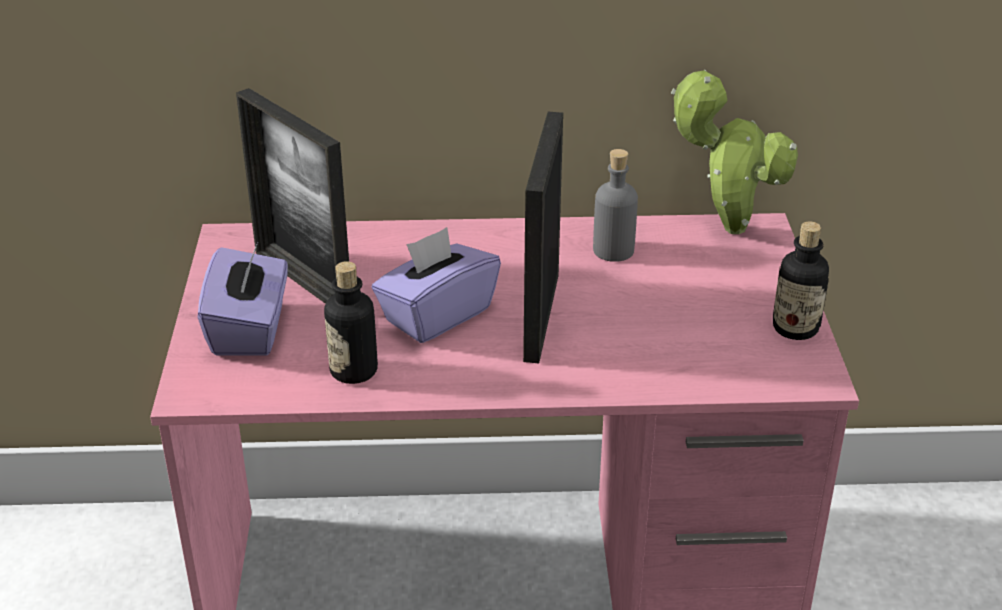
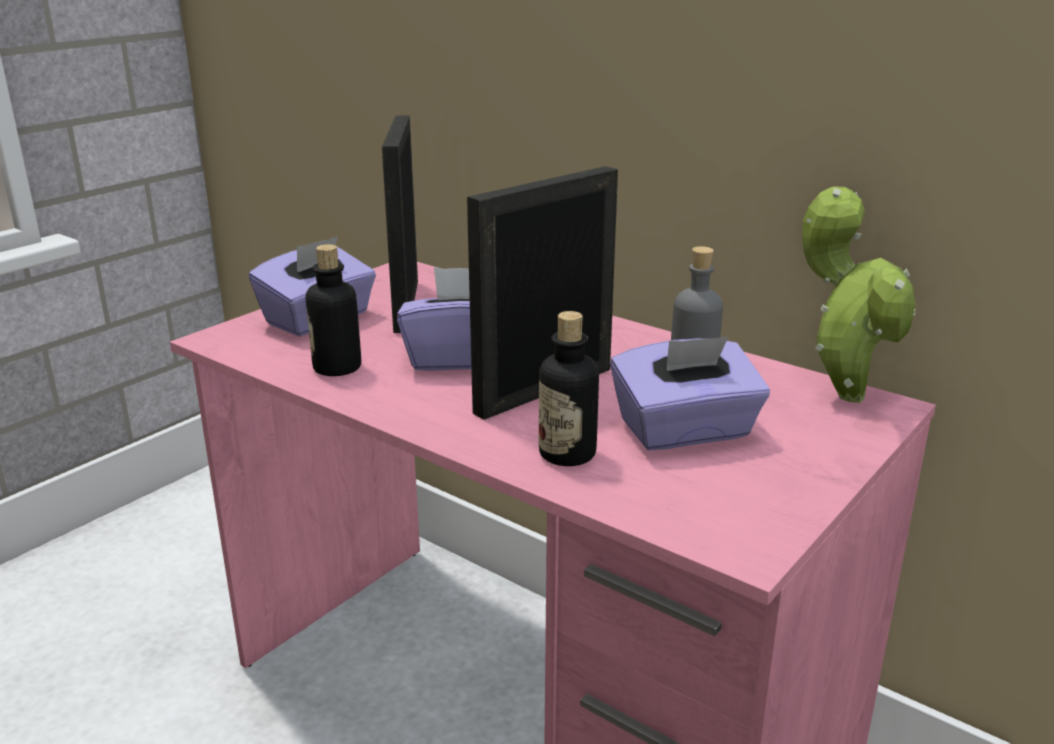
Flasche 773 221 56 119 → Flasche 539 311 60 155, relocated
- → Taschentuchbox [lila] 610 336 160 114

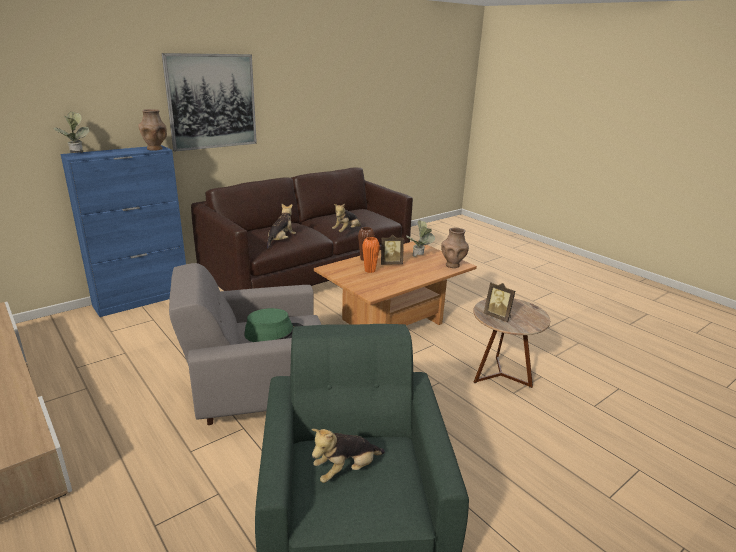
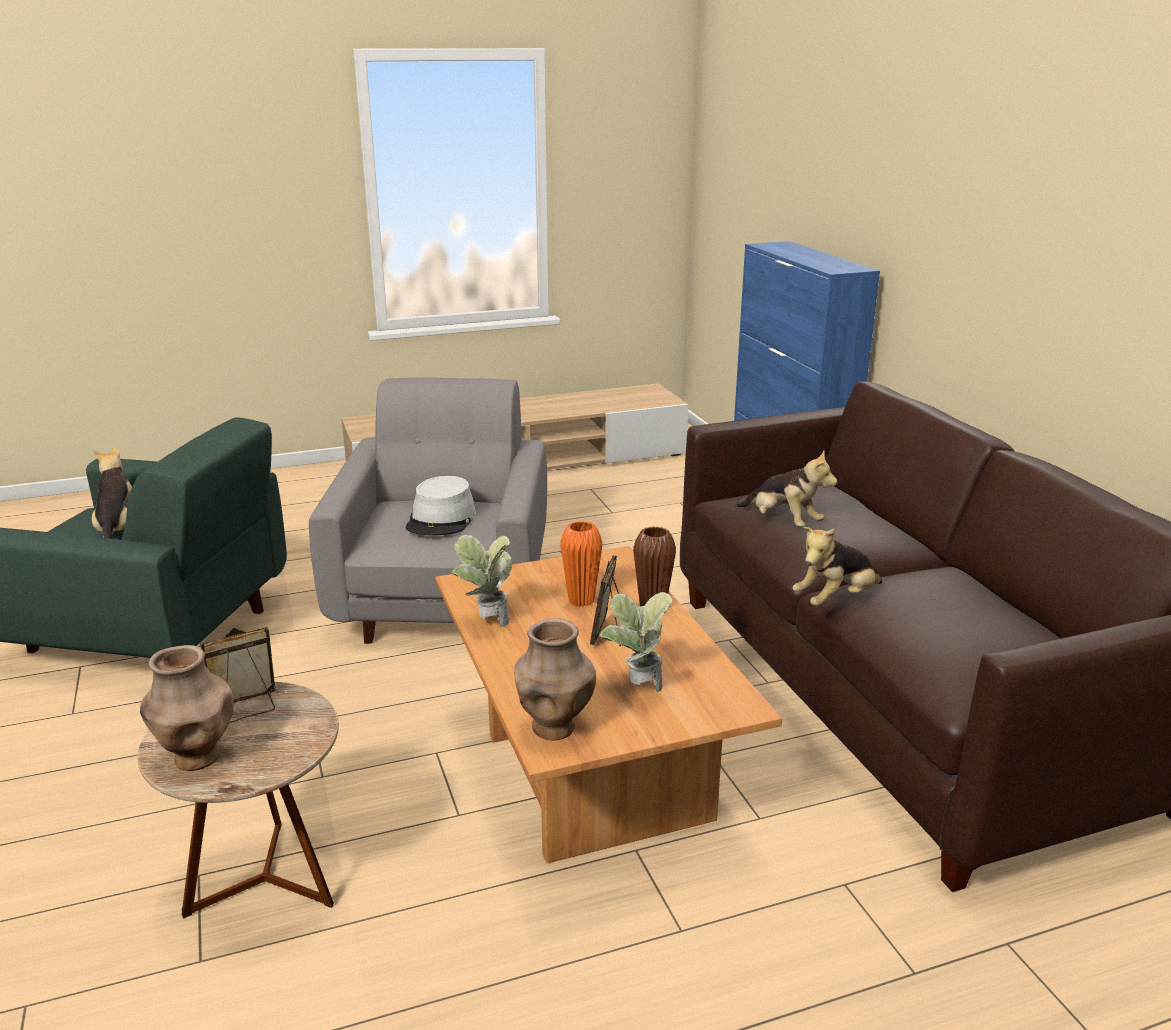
Bild 162 53 95 98 → -
Vase [braun] 138 109 29 42 → Vase [braun] 140 645 94 126, relocated
Topfpflanze 53 112 36 41 → Topfpflanze 451 535 61 92, relocated
Plüschtier 332 204 29 28 → Plüschtier 793 527 89 79, 90 degrees counterclockwise
Hut [grün] 244 308 59 34 → Hut [grau] 406 476 70 60

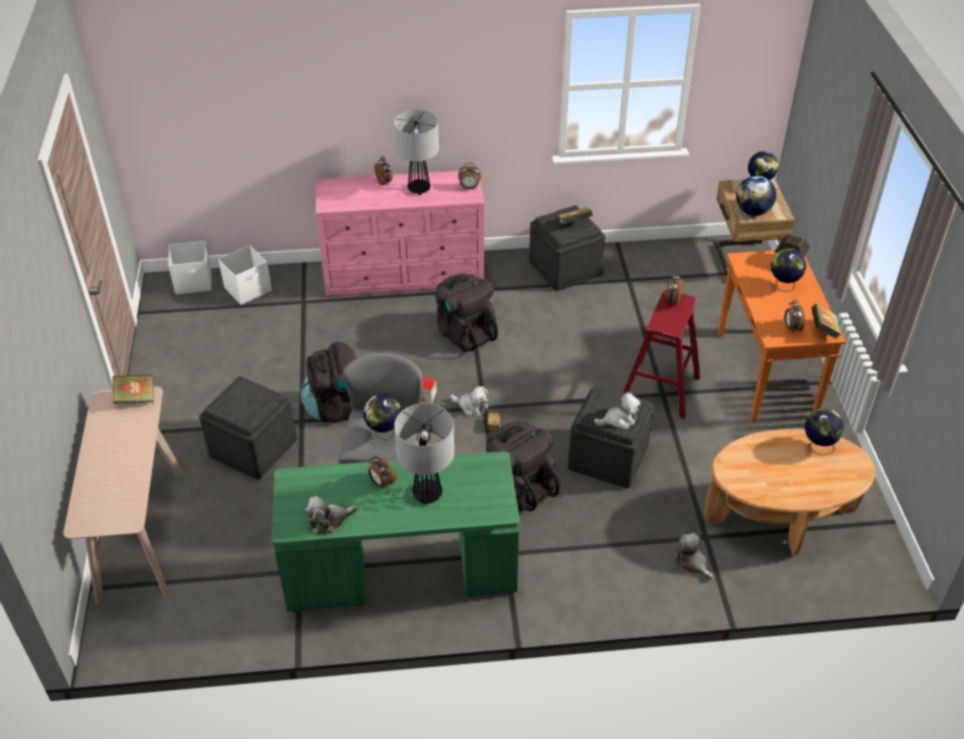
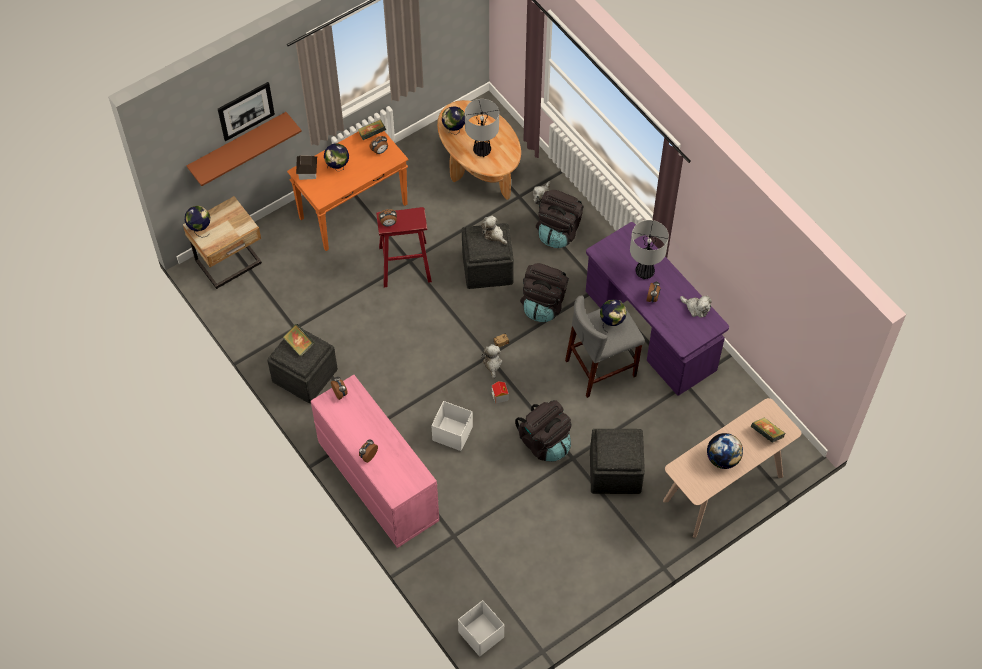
Tischlampe 394 110 45 85 → Tischlampe 465 99 34 58, relocated
Globus 736 176 40 40 → Globus 707 433 36 36, relocated
Aufbewahrungsbox [weiß] 218 245 54 60 → Aufbewahrungsbox [weiß] 431 401 42 50, relocated
Rucksack [schwarz] 435 273 63 79 → Rucksack [schwarz] 536 190 47 58, relocated
Buch 112 375 42 29 → Buch 751 417 35 26, relocated
Schreibtisch [grün] 272 451 248 161 → Schreibtisch [lila] 586 222 143 174
- → Bild 218 82 57 59
- → Wandregal [braun] 187 112 115 74

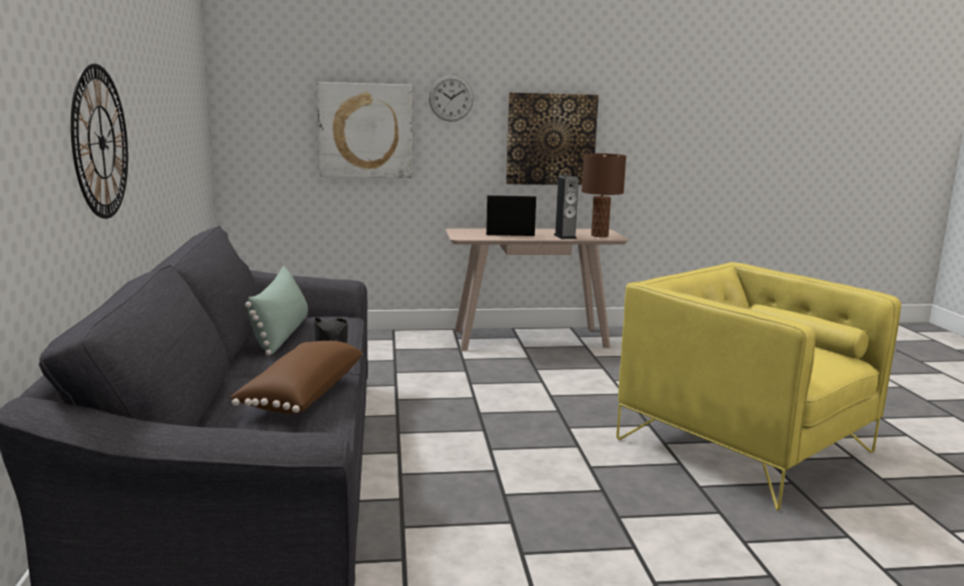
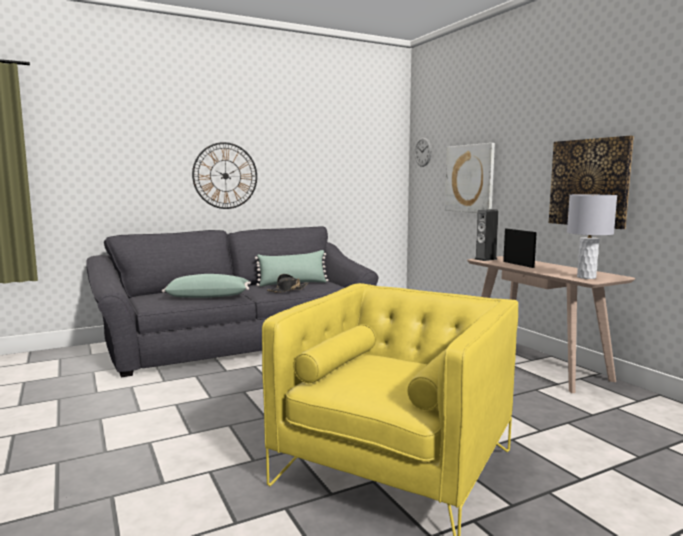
Wanduhr 429 75 45 47 → Wanduhr 414 137 18 30, relocated
Tischlampe [braun] 582 153 44 84 → Tischlampe [grau] 567 194 50 85
Lautsprecher 554 175 25 64 → Lautsprecher 475 209 23 52, relocated
Kissen [braun] 230 341 133 73 → Kissen [grün] 162 274 89 24

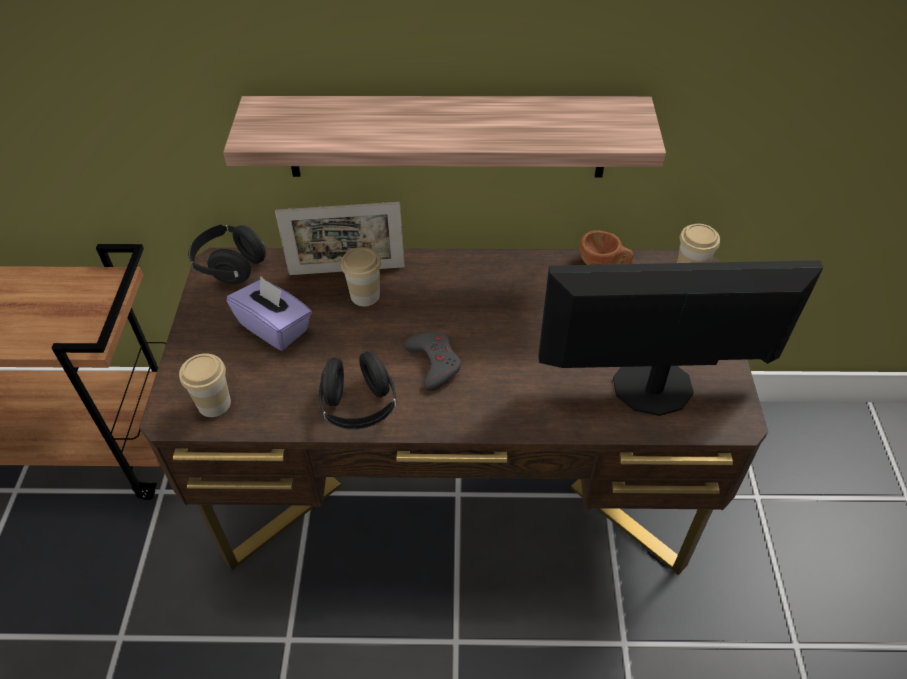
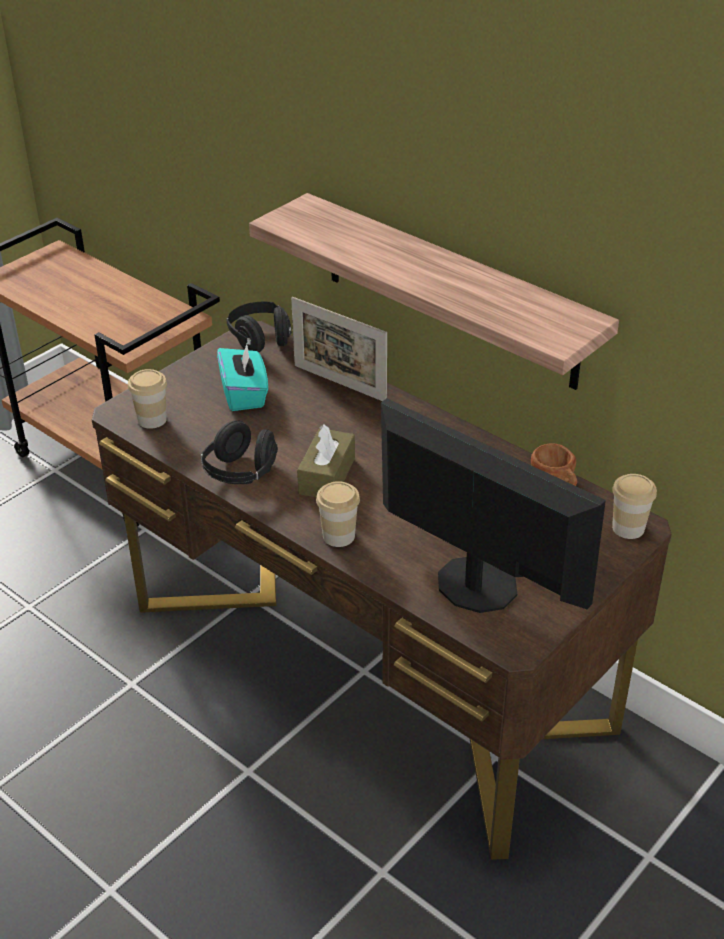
Tasse 341 247 40 59 → Tasse 316 481 44 66, relocated
Taschentuchbox [lila] 226 275 86 76 → Taschentuchbox [türkis] 217 341 51 70
Gamepad [grau] 404 331 57 60 → Taschentuchbox [braun] 297 424 58 73

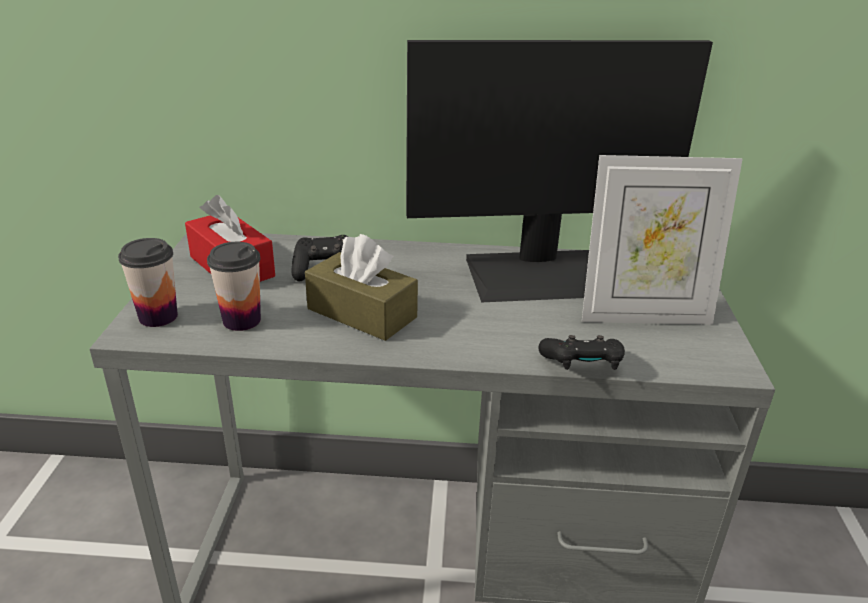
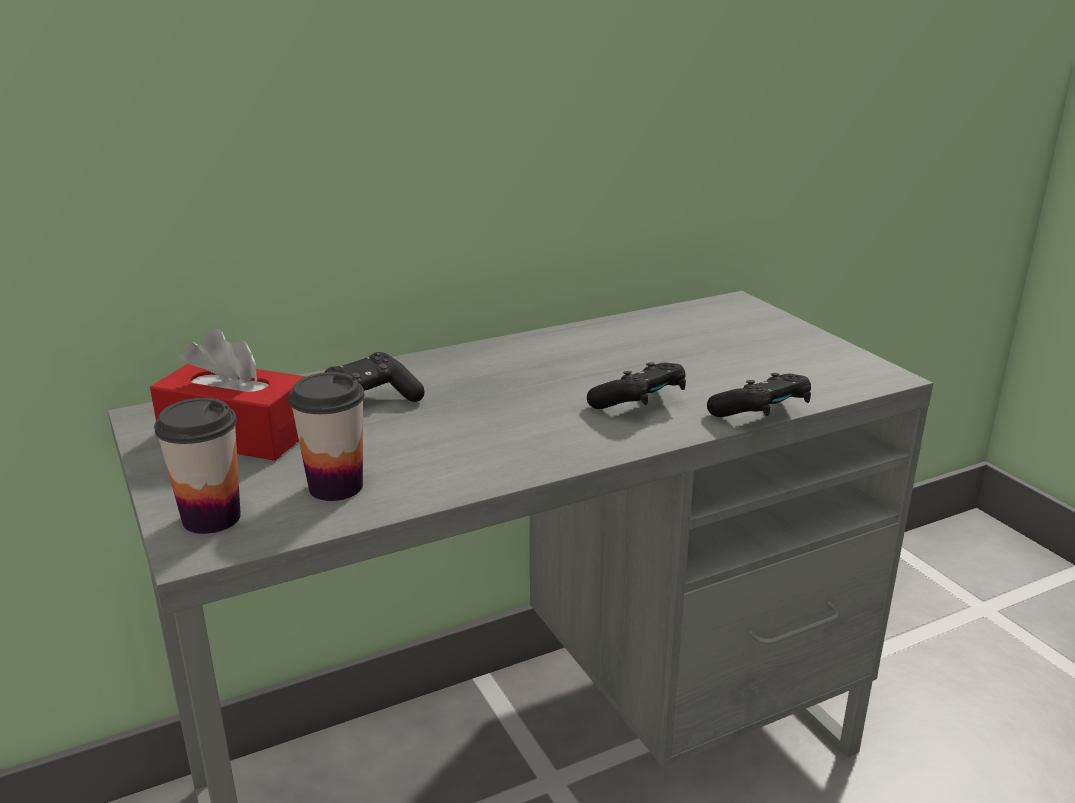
Monitor 406 40 307 262 → -
Bilderrahmen 582 155 160 170 → -
Taschentuchbox [braun] 305 234 113 107 → -
- → Gamepad [schwarz] 587 362 99 47

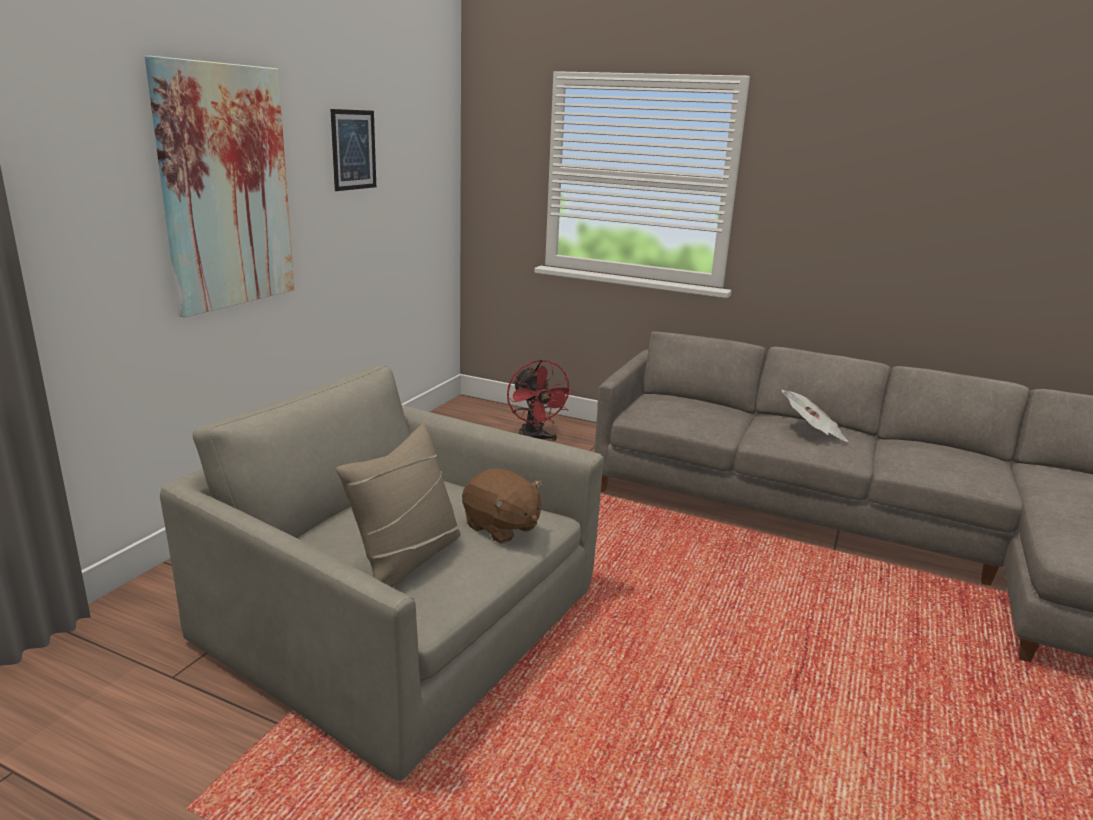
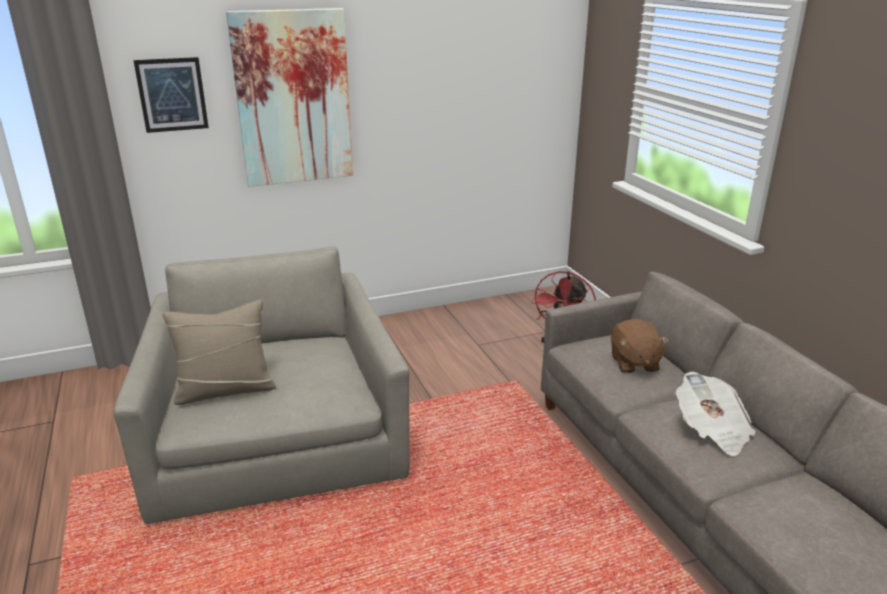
Bild 330 109 46 82 → Bild 133 57 76 76, relocated
Plüschtier [braun] 462 468 81 76 → Plüschtier [braun] 611 319 58 54, relocated

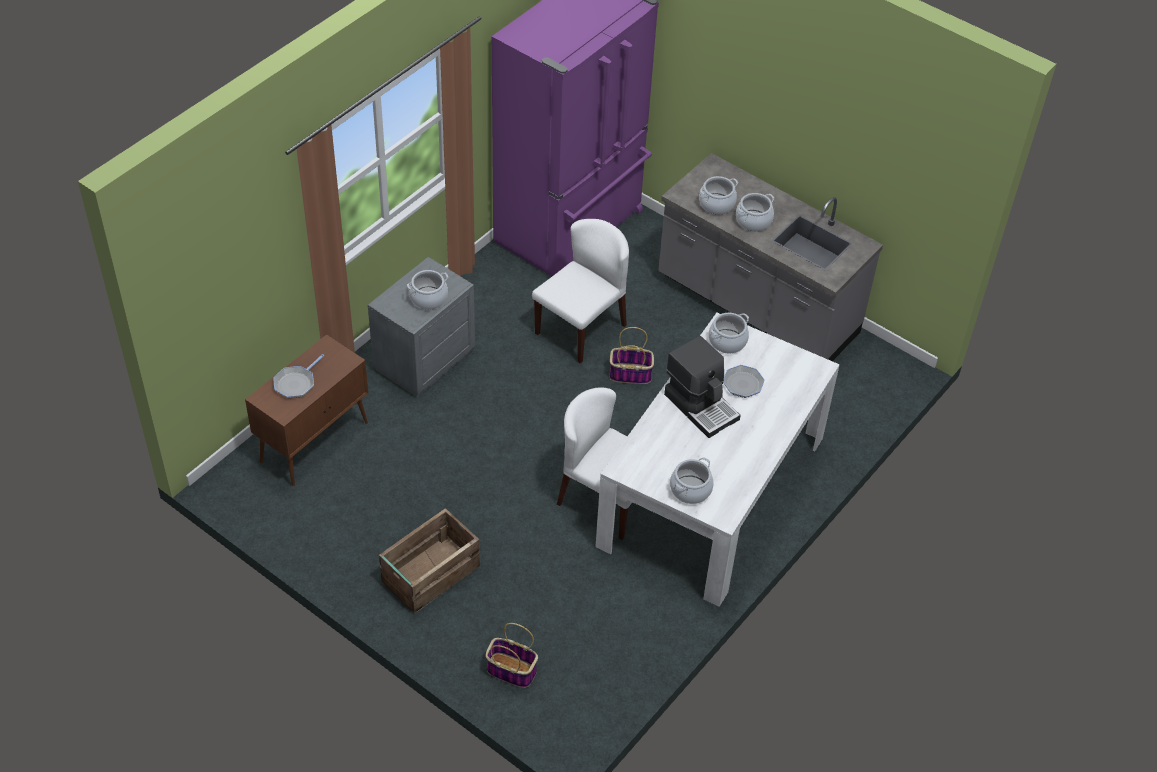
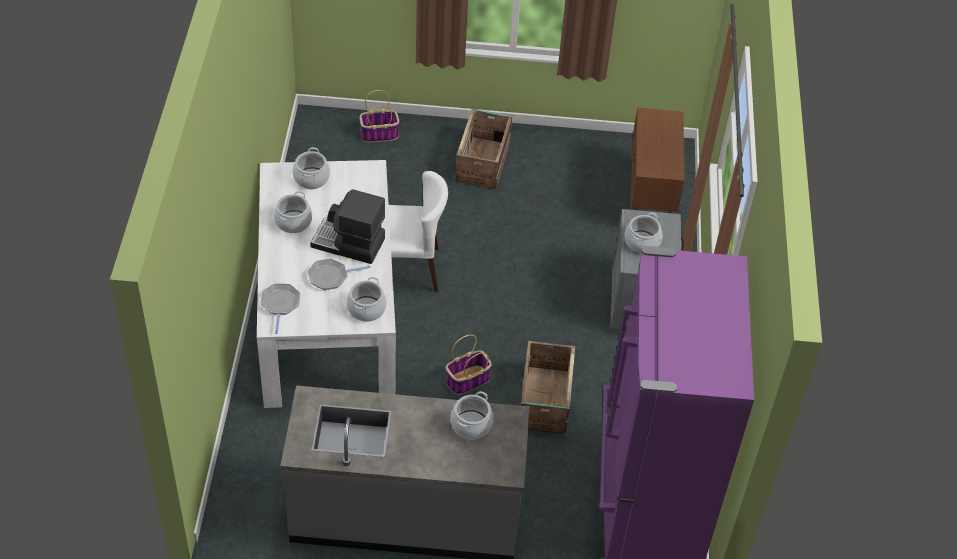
Kochtopf 736 193 38 38 → Kochtopf 274 191 38 42, relocated
Stuhl [weiß] 532 219 97 145 → Kiste 521 341 54 93
Pfanne 273 354 51 44 → Pfanne 261 283 39 51, relocated

